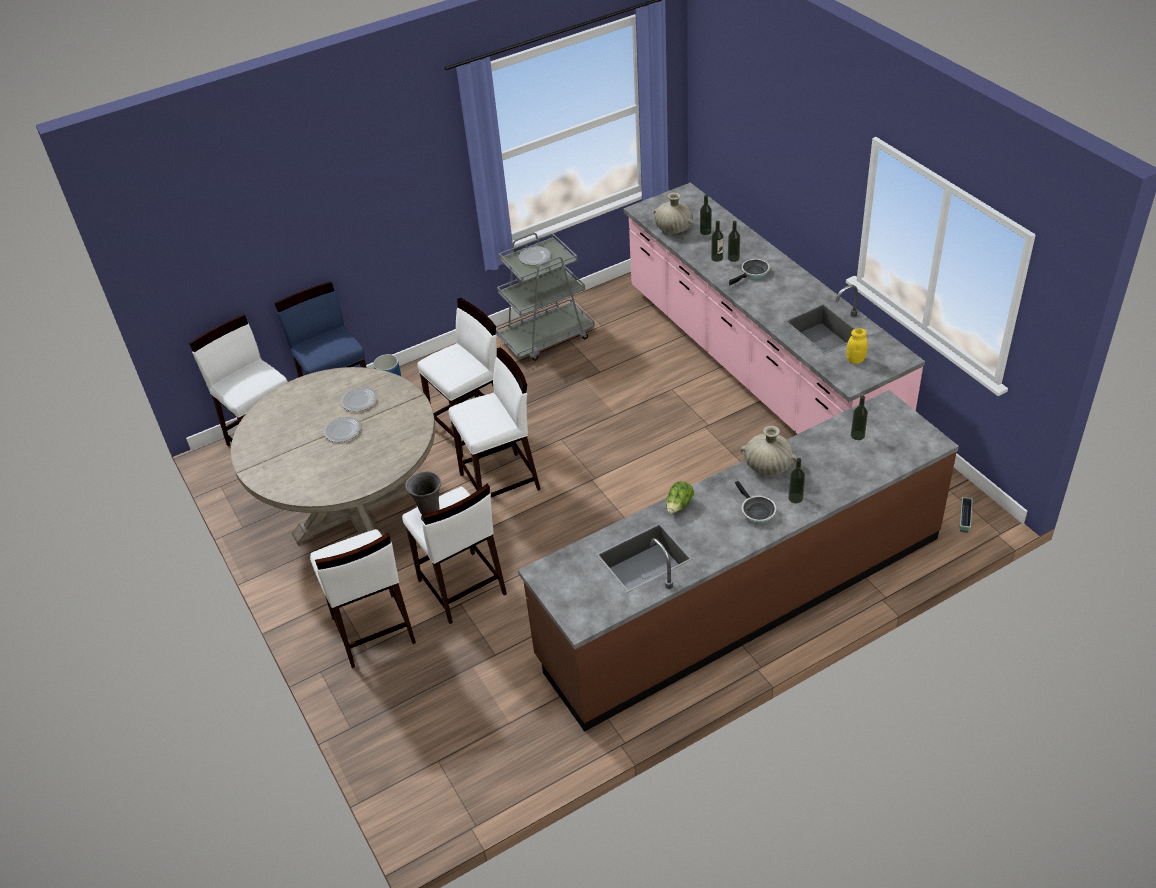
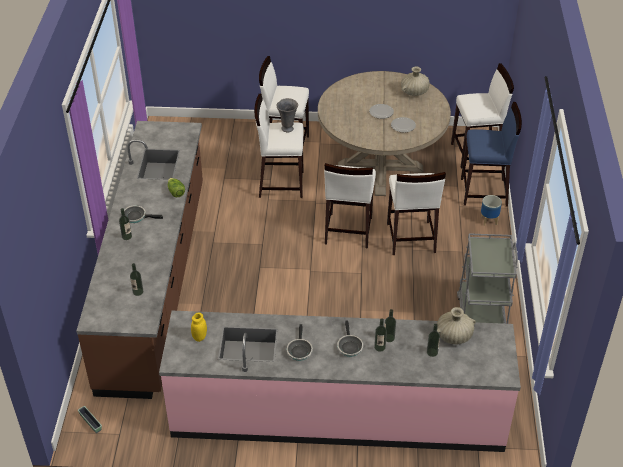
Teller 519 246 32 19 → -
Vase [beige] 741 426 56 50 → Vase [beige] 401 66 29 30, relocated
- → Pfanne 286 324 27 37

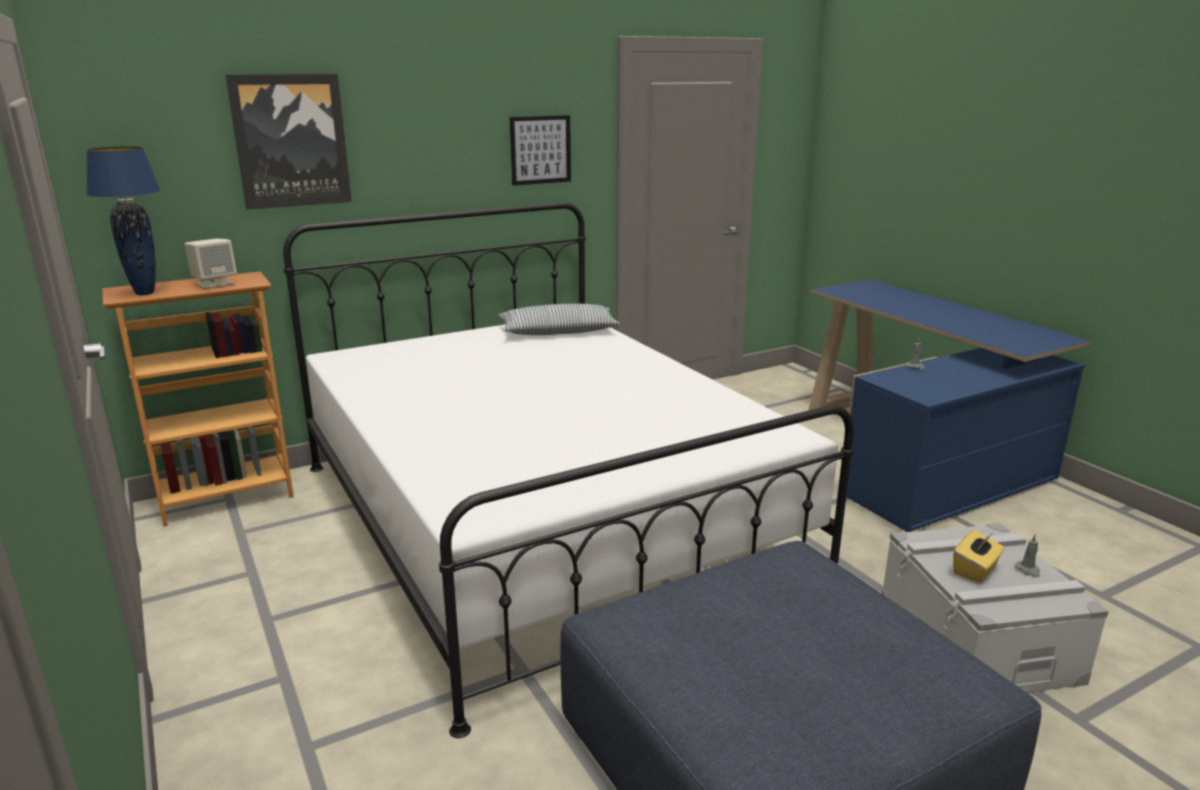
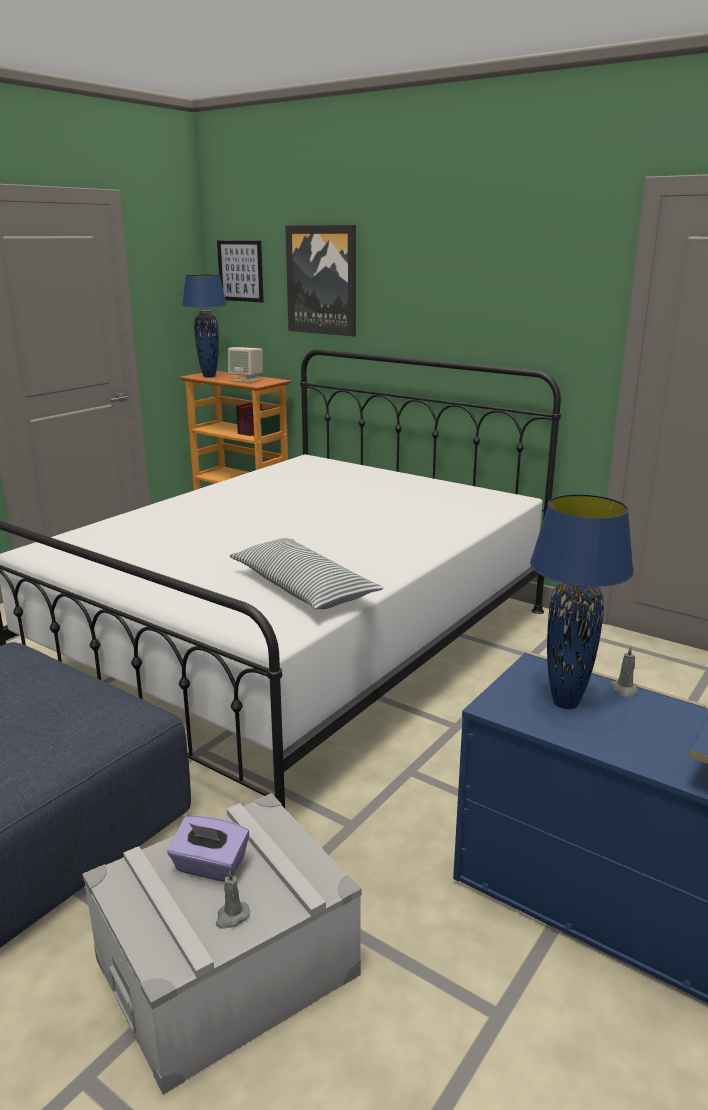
Bild 510 115 61 71 → Bild 217 241 47 61, relocated
Kissen 498 304 122 31 → Kissen 229 538 155 72, relocated
Taschentuchbox [gelb] 953 530 51 53 → Taschentuchbox [lila] 167 815 82 67
- → Tischlampe [blau] 530 494 104 215

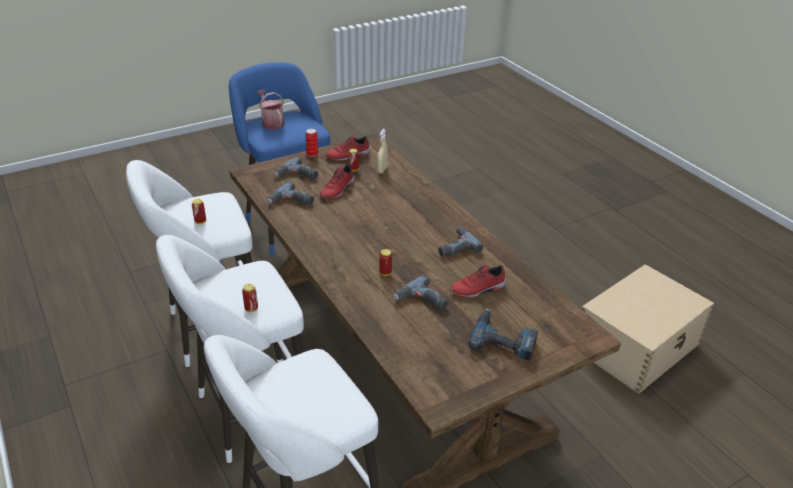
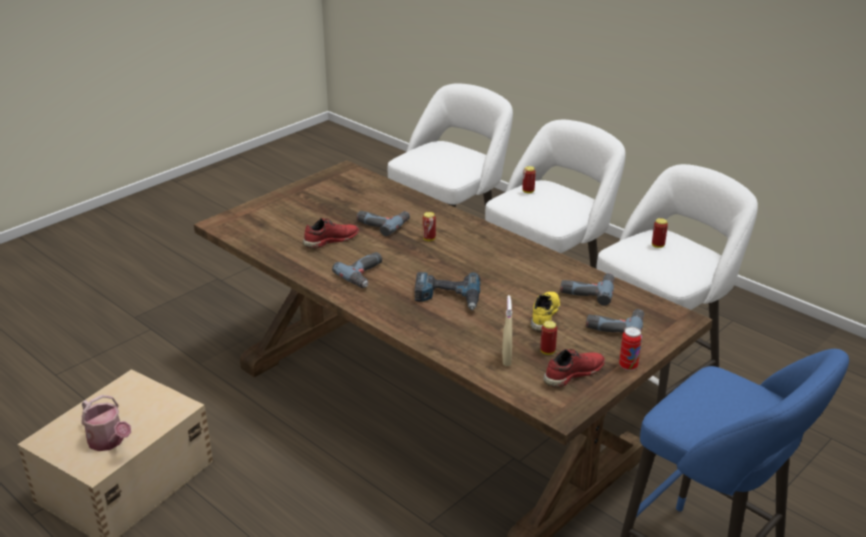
Gießkanne 256 89 29 41 → Gießkanne 81 395 50 56, relocated
Schuh [rot] 320 164 35 35 → Schuh [gelb] 531 292 29 40
Bohrmaschine 469 309 69 52 → Bohrmaschine 415 272 66 38, relocated

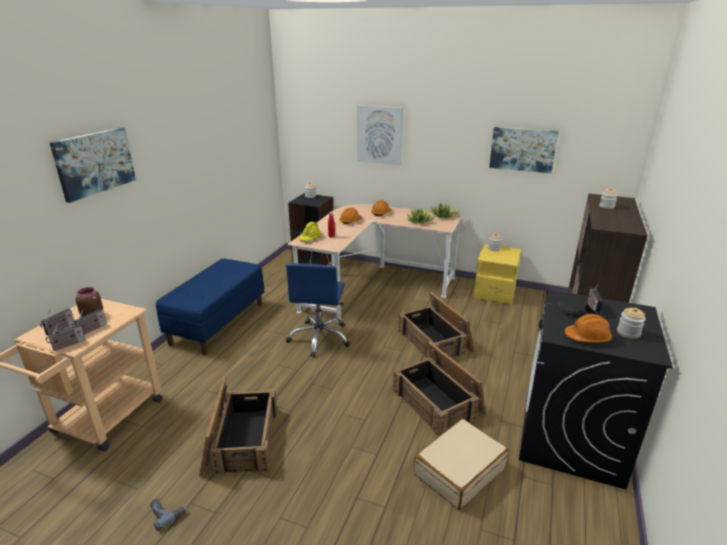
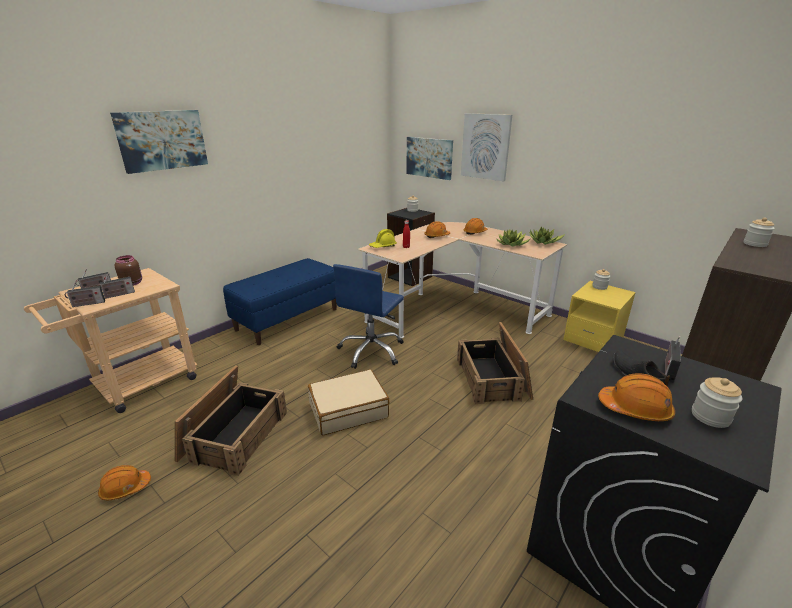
Bild 489 127 70 46 → Bild 406 137 47 43, relocated
Kiste 393 341 92 95 → -
Koffer [beige] 414 419 94 91 → Koffer [beige] 308 369 81 66, relocated
Bohrmaschine 150 499 37 32 → Schutzhelm [orange] 98 465 53 35

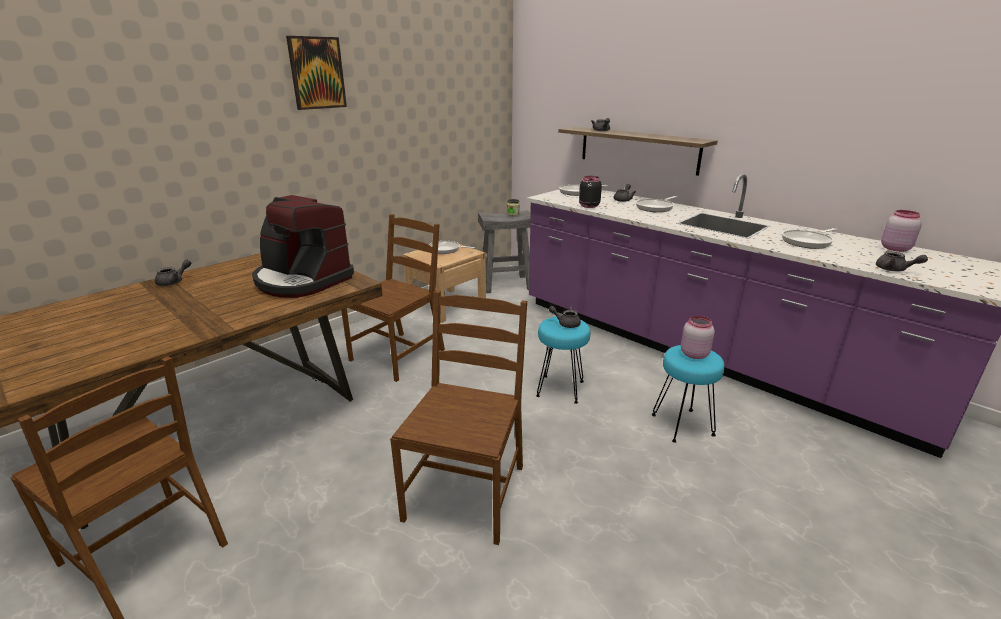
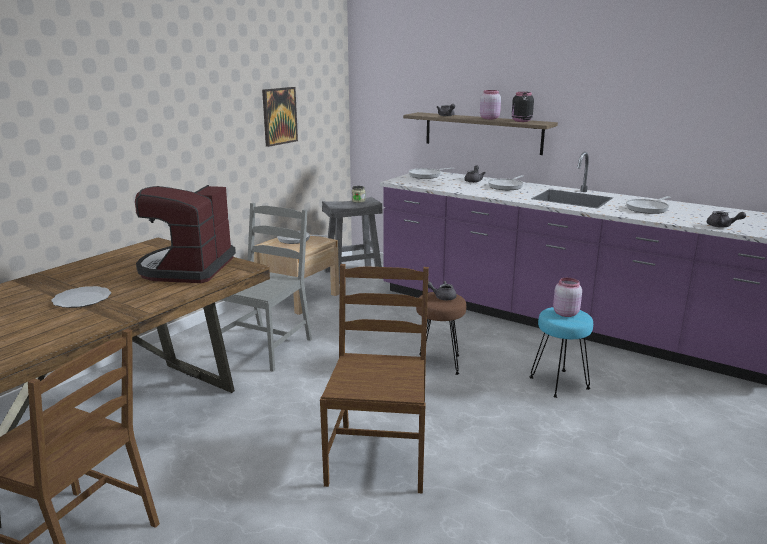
Bild 286 36 61 74 → Bild 262 87 36 60, relocated
Vorratsglas [schwarz] 579 176 23 32 → Vorratsglas [schwarz] 512 92 22 30, relocated
Kaffeemaschine 252 195 102 103 → Kaffeemaschine 135 185 101 98, 75 degrees clockwise
Vorratsglas [rosa] 881 210 41 42 → Vorratsglas [rosa] 480 90 21 29, relocated
Stuhl [braun] 341 214 104 168 → Stuhl [grau] 214 203 98 169
Teekanne [grau] 155 259 36 27 → -
Hocker [türkis] 536 317 54 87 → Hocker [braun] 416 292 50 83
- → Teller 51 286 60 22

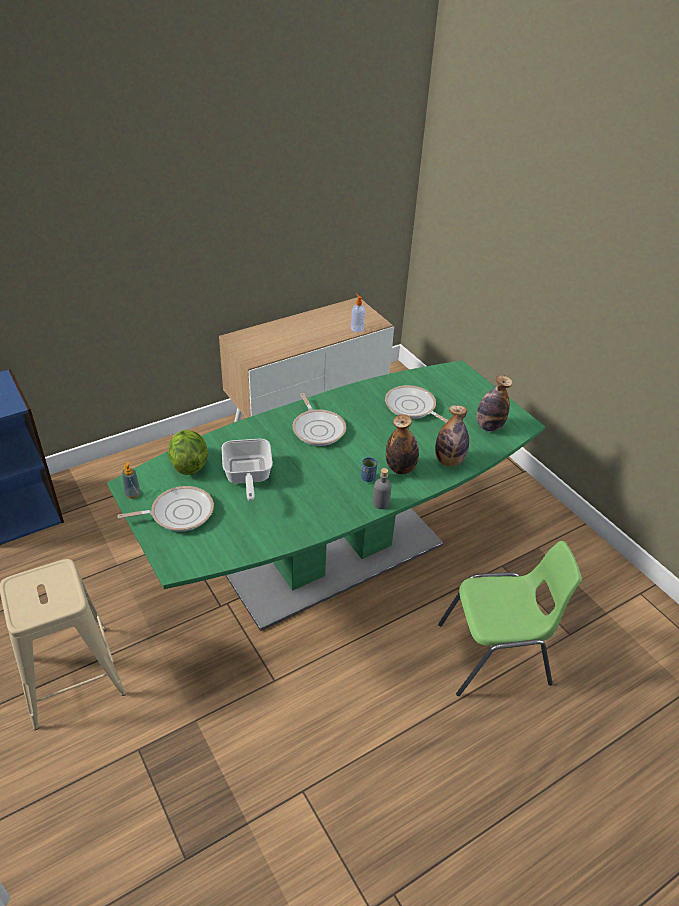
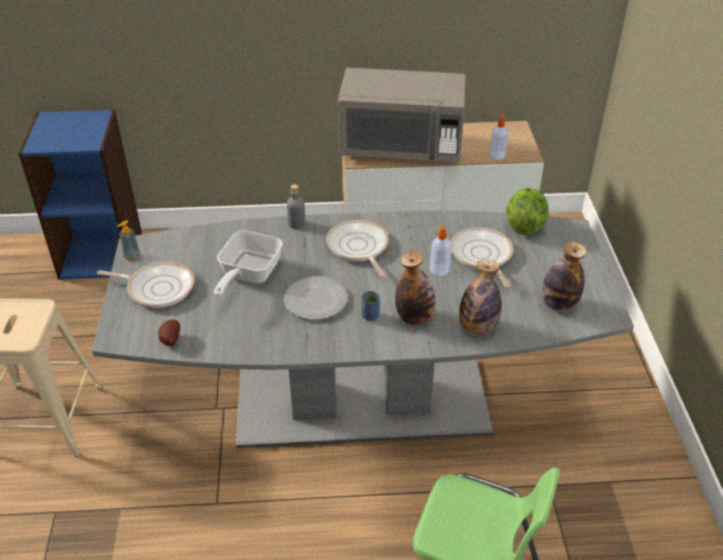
Esstisch [grün] 107 360 438 271 → Esstisch [grau] 92 210 542 238
Pfanne 292 393 54 53 → Pfanne 326 220 63 57, 150 degrees clockwise
Salatkopf 168 430 40 45 → Salatkopf 506 188 43 47, relocated
Flasche [grau] 373 468 19 41 → Flasche [grau] 287 184 18 45, relocated
- → Mikrowelle [grau] 338 68 128 94
- → Seifenspender 430 226 22 50
- → Teller 284 276 64 44
- → Kartoffel 158 320 22 26

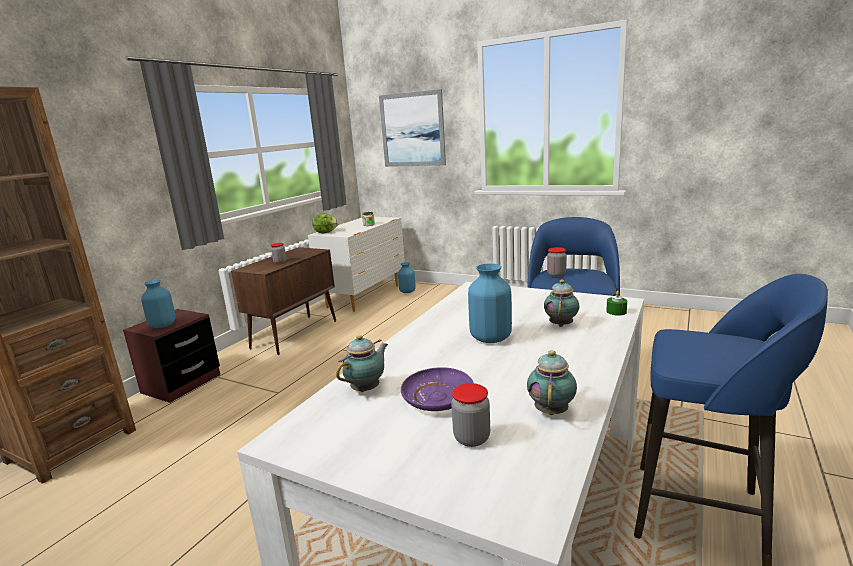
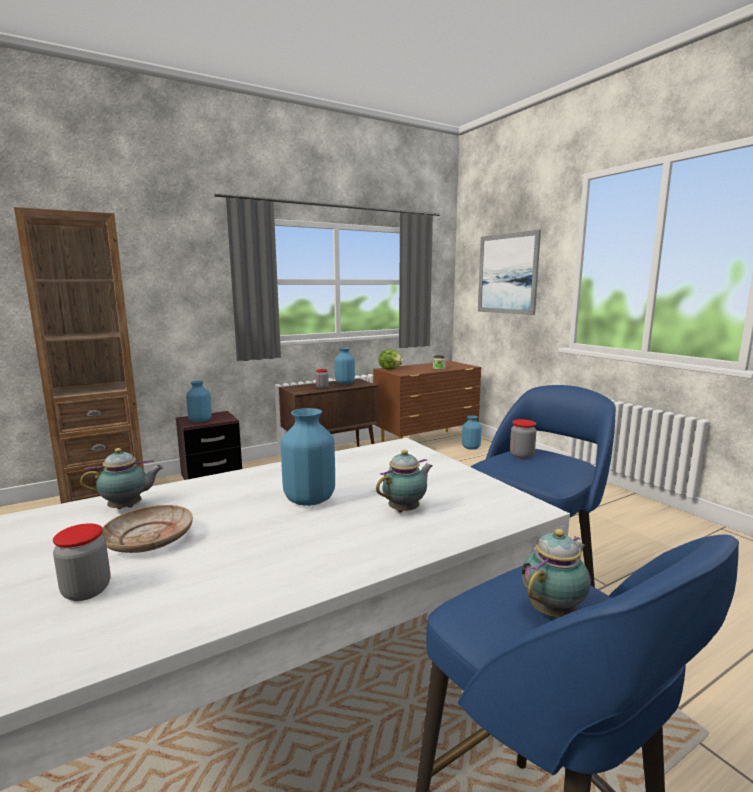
Kommode [weiß] 308 217 97 95 → Kommode [braun] 373 361 108 81
Kerze [grün] 606 290 21 26 → -
Teekanne 527 350 50 65 → Teekanne 522 529 69 88, relocated
Teller [lila] 401 367 73 44 → Teller [beige] 101 505 92 48
- → Vase [blau] 335 348 20 36

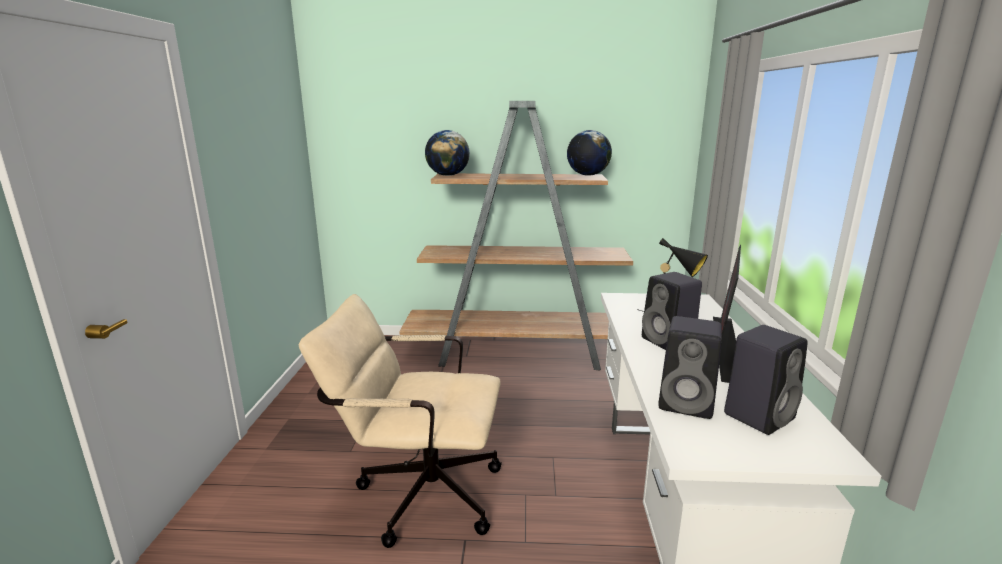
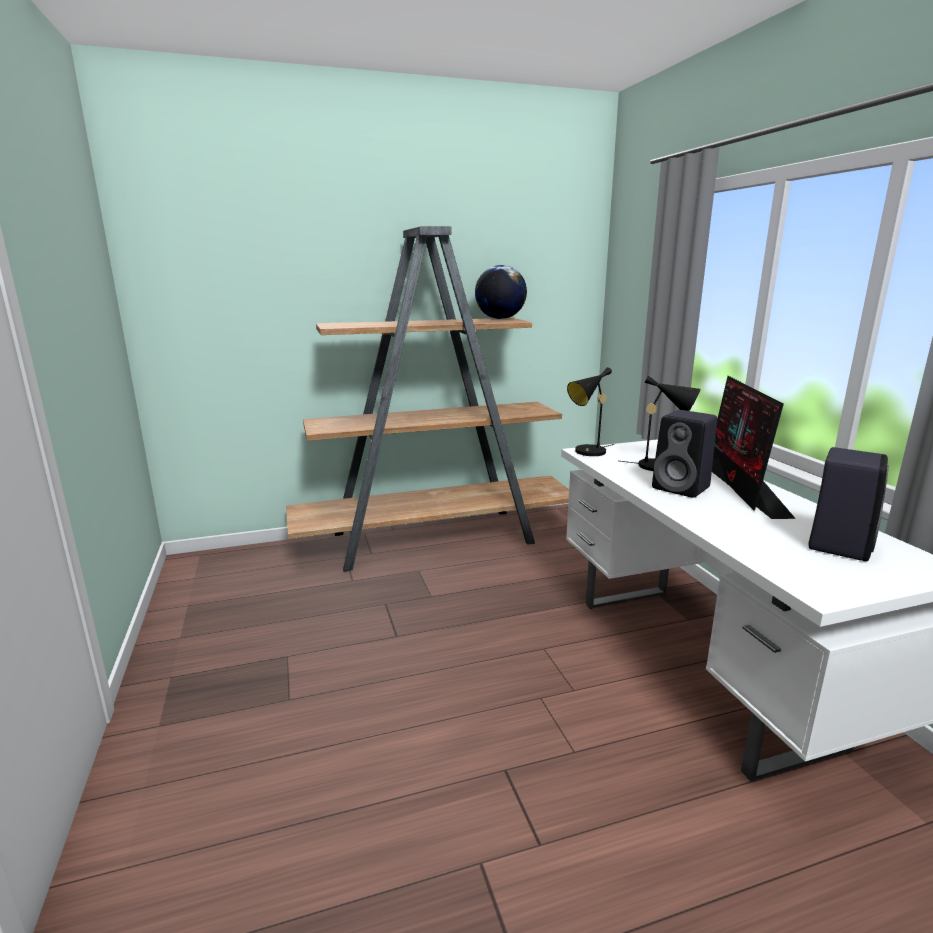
Globus 425 130 45 46 → -
Bürostuhl [beige] 299 294 203 254 → -
Lautsprecher [schwarz] 658 316 64 103 → -
- → Tischlampe [schwarz] 567 367 47 89

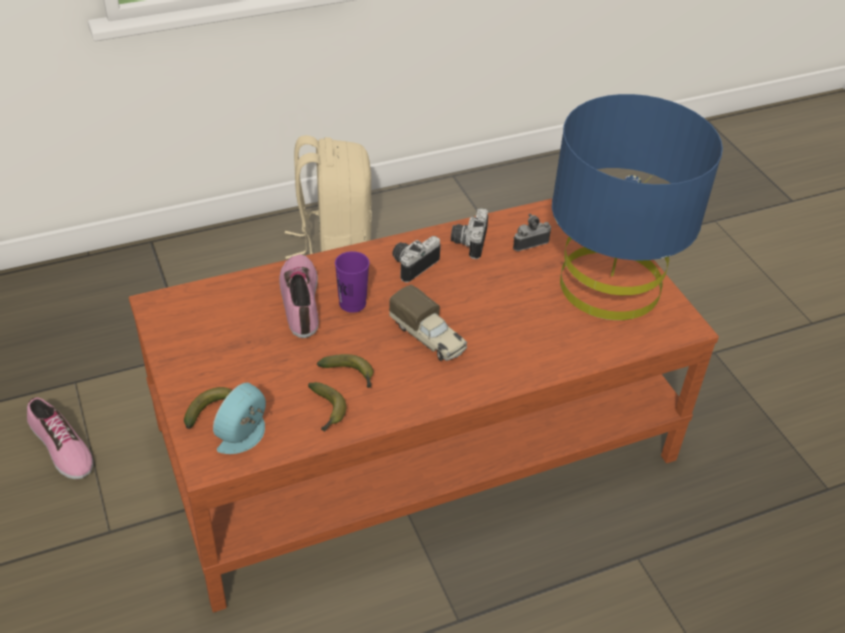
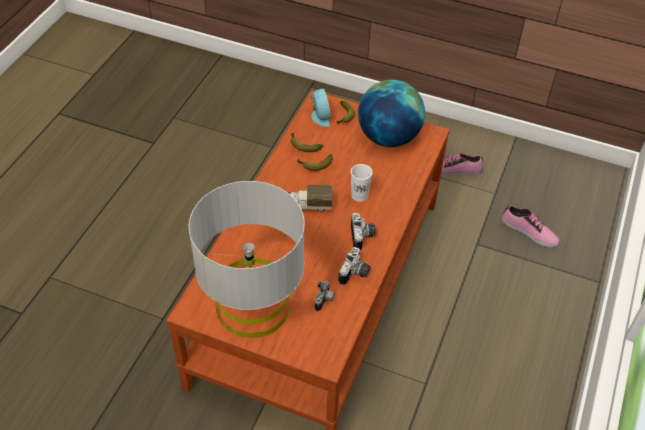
Tischlampe [blau] 552 94 171 226 → Tischlampe [grau] 189 181 116 157
Rucksack [beige] 285 135 87 124 → -
Kamera 451 208 38 51 → Kamera 338 247 32 38, 60 degrees clockwise
Tasse [lila] 335 251 34 62 → Tasse [weiß] 351 164 21 38
Schuh 279 254 40 84 → Schuh 502 205 58 42, relocated
- → Globus 358 80 67 67

